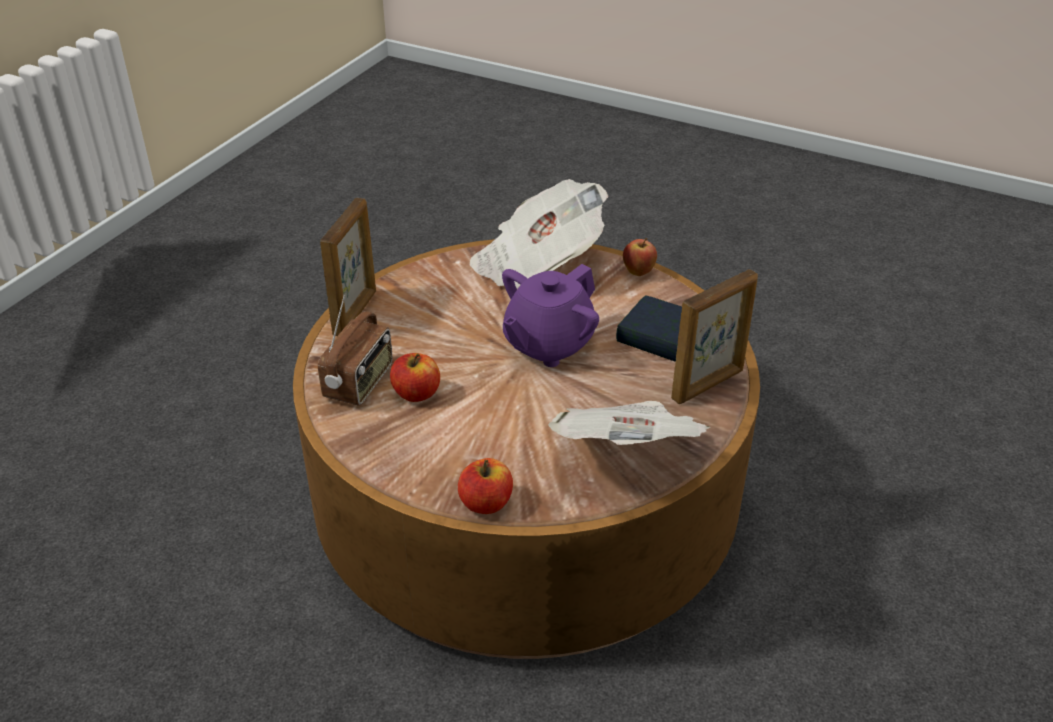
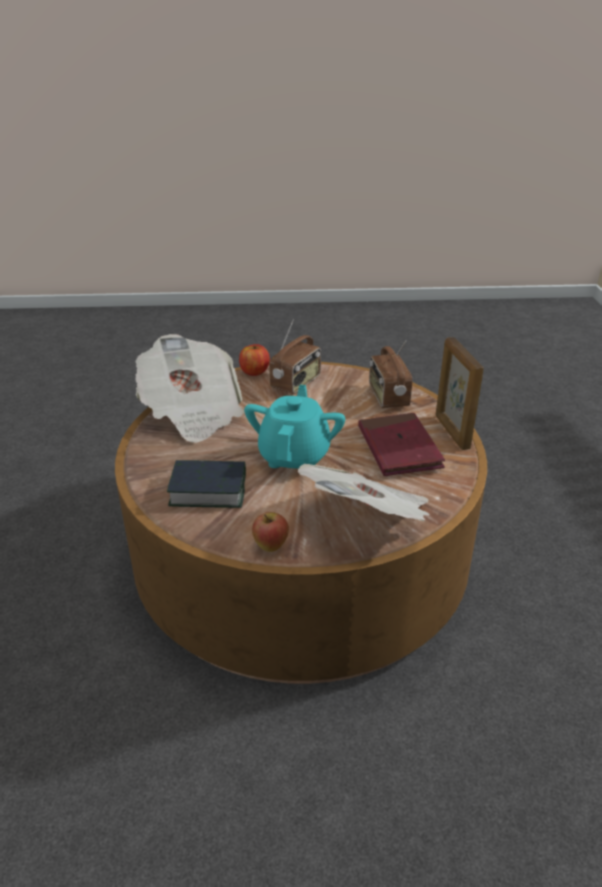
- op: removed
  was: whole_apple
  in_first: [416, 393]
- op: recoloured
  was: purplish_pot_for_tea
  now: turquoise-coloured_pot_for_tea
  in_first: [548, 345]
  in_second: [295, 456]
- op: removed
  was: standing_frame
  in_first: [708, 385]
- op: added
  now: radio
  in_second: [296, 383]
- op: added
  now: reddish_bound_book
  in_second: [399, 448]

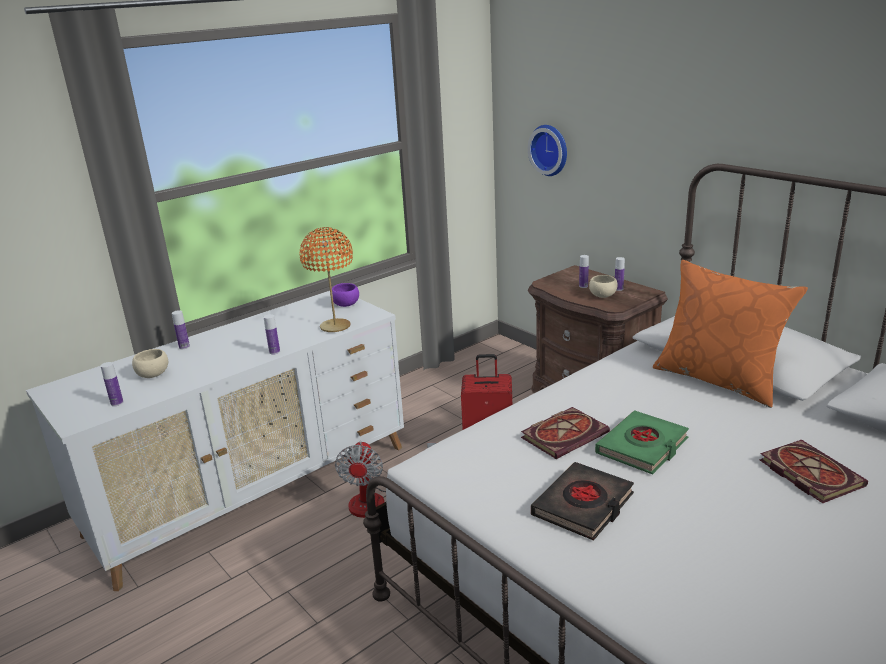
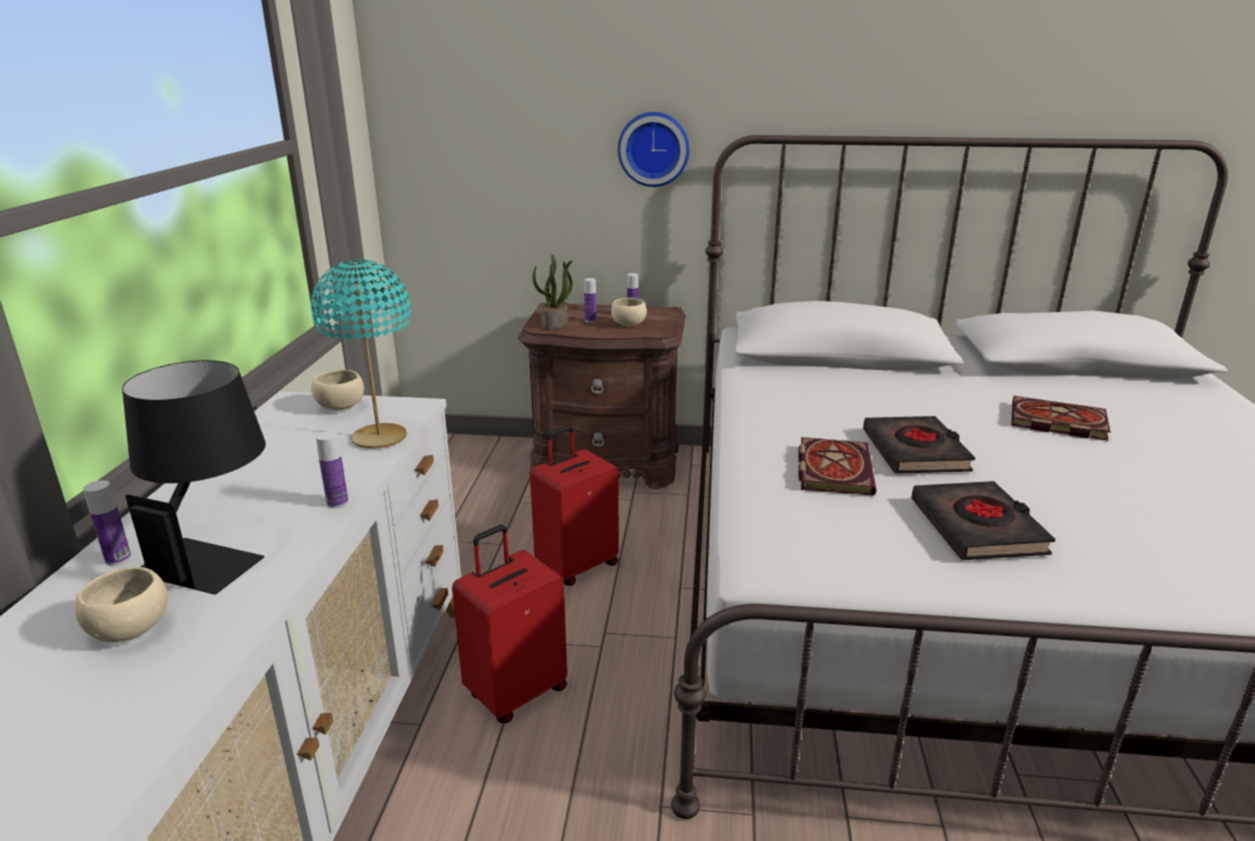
- op: removed
  was: drink_bottle
  in_first: [117, 403]
- op: recoloured
  was: orange_lamp_for_a_table
  now: turquoise-coloured_lamp_for_a_table
  in_first: [334, 326]
  in_second: [378, 438]
- op: recoloured
  was: purplish_bowl
  now: beige-coloured_bowl
  in_first: [345, 305]
  in_second: [340, 407]
- op: replaced
  was: fan
  now: reddish_piece_of_luggage
  in_first: [379, 500]
  in_second: [515, 692]
- op: moved
  was: wall_clock
  in_first: [550, 149]
  in_second: [654, 149]
- op: recoloured
  was: green-coloured_bound_book
  now: blackish_bound_book
  in_first: [642, 447]
  in_second: [915, 452]
- op: removed
  was: orange_pillow
  in_first: [719, 379]
- op: added
  now: blackish_lamp_for_a_table
  in_second: [216, 552]
- op: added
  now: plant_in_a_pot
  in_second: [555, 324]

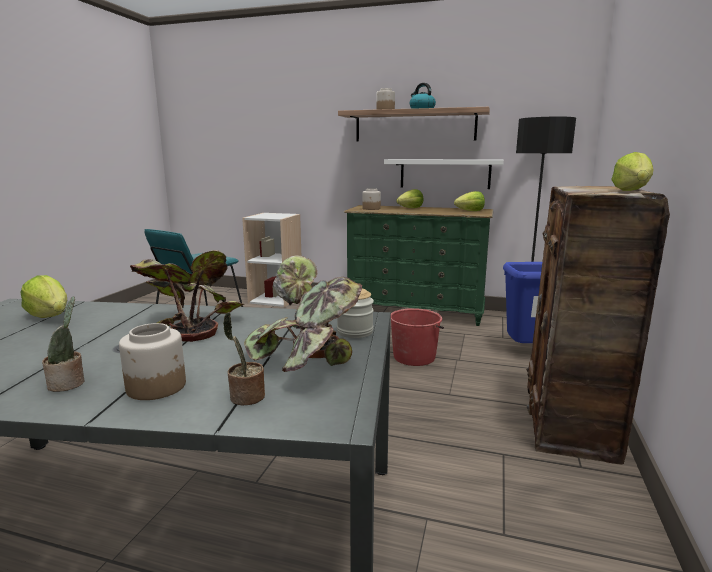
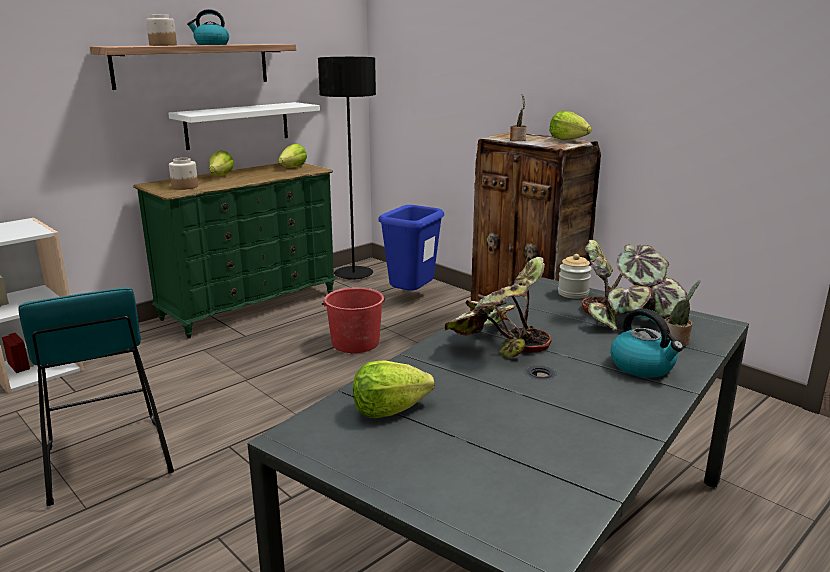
- op: moved
  was: plant_in_a_pot
  in_first: [69, 384]
  in_second: [518, 140]
- op: replaced
  was: preserve_jar
  now: water_kettle
  in_first: [157, 386]
  in_second: [643, 366]

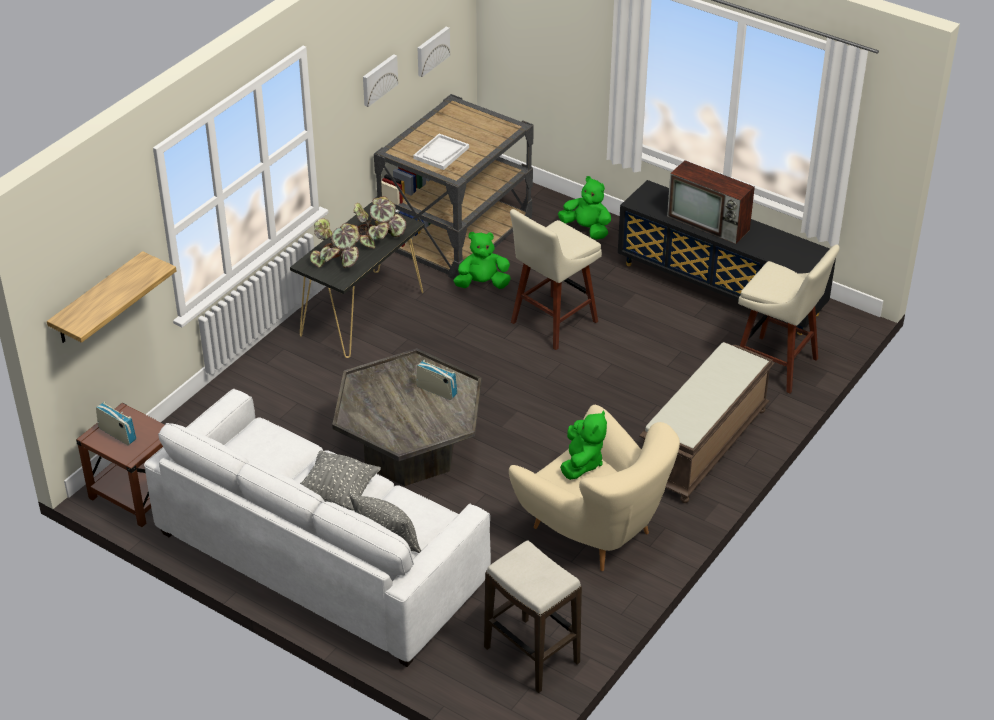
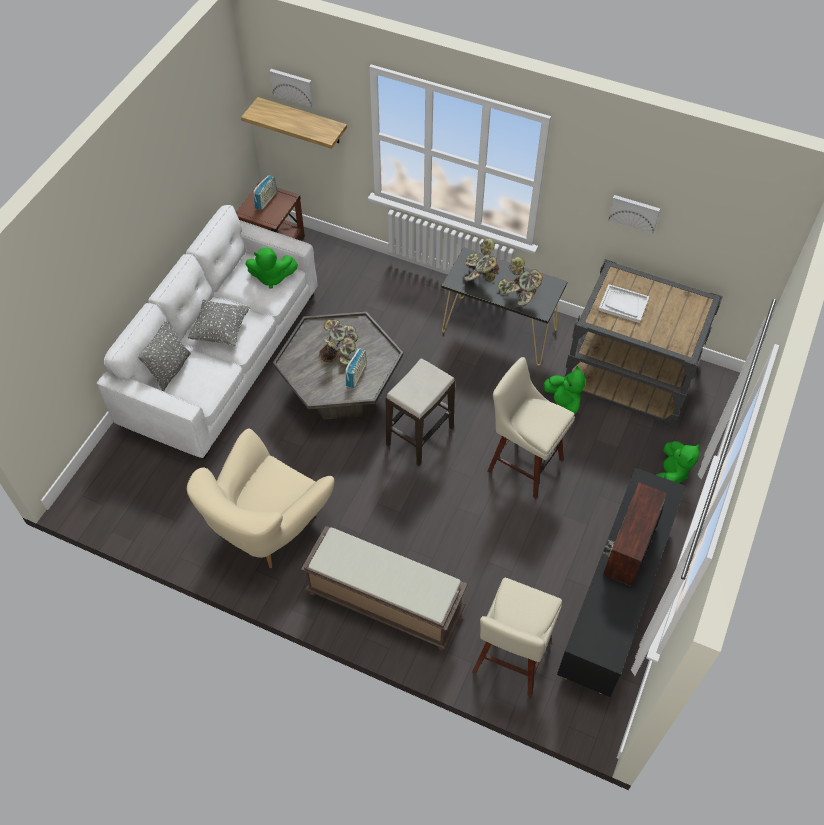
- op: moved
  was: picture
  in_first: [432, 51]
  in_second: [292, 86]
- op: moved
  was: stool_seat
  in_first: [532, 655]
  in_second: [420, 436]
- op: moved
  was: green-coloured_soft_toy
  in_first: [582, 463]
  in_second: [271, 277]
- op: added
  now: plant_in_a_pot
  in_second: [339, 350]

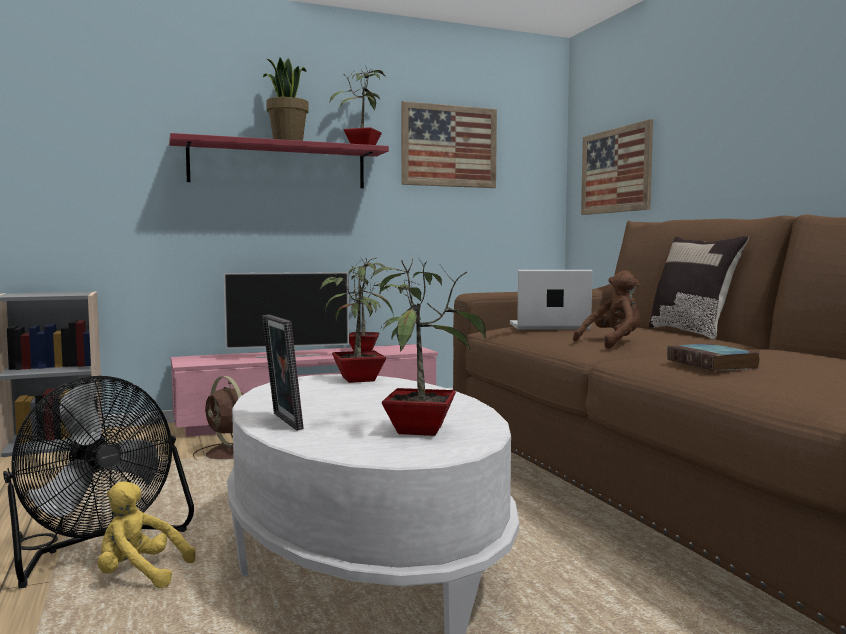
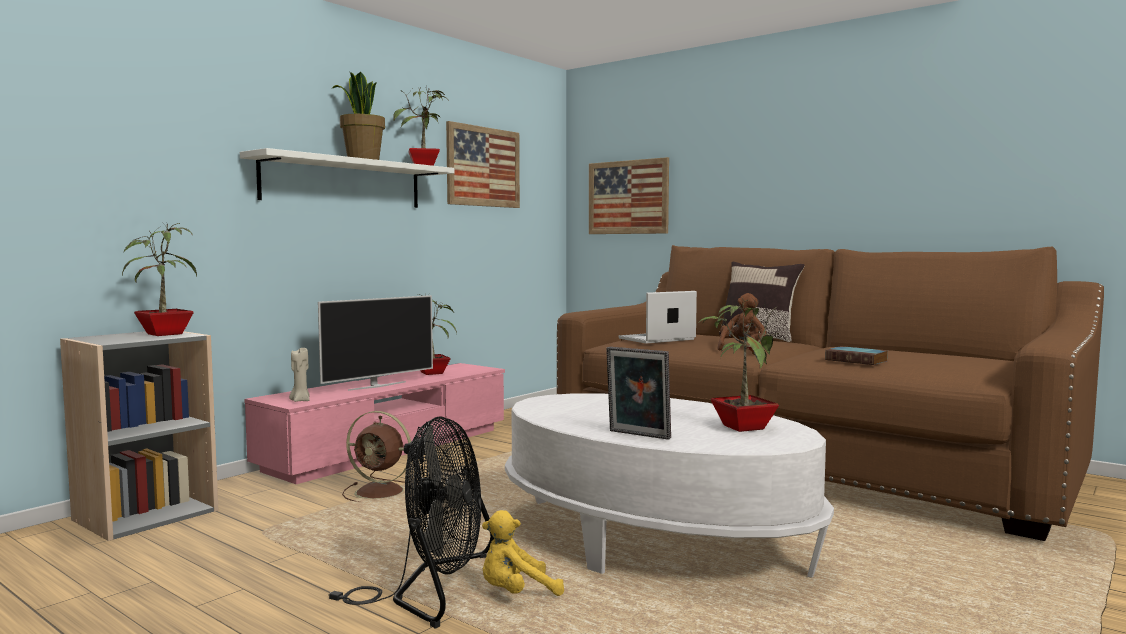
- op: recoloured
  was: reddish_wall_shelf
  now: white_wall_shelf
  in_first: [278, 165]
  in_second: [344, 183]
- op: moved
  was: plant_in_a_pot
  in_first: [356, 380]
  in_second: [162, 334]
- op: added
  now: beige-coloured_candle
  in_second: [300, 400]

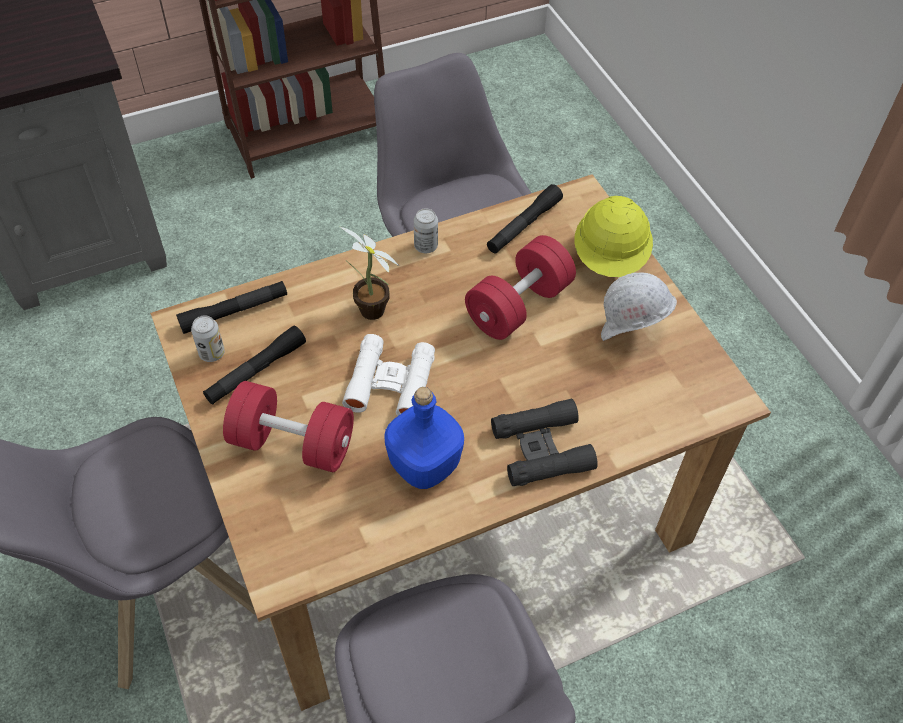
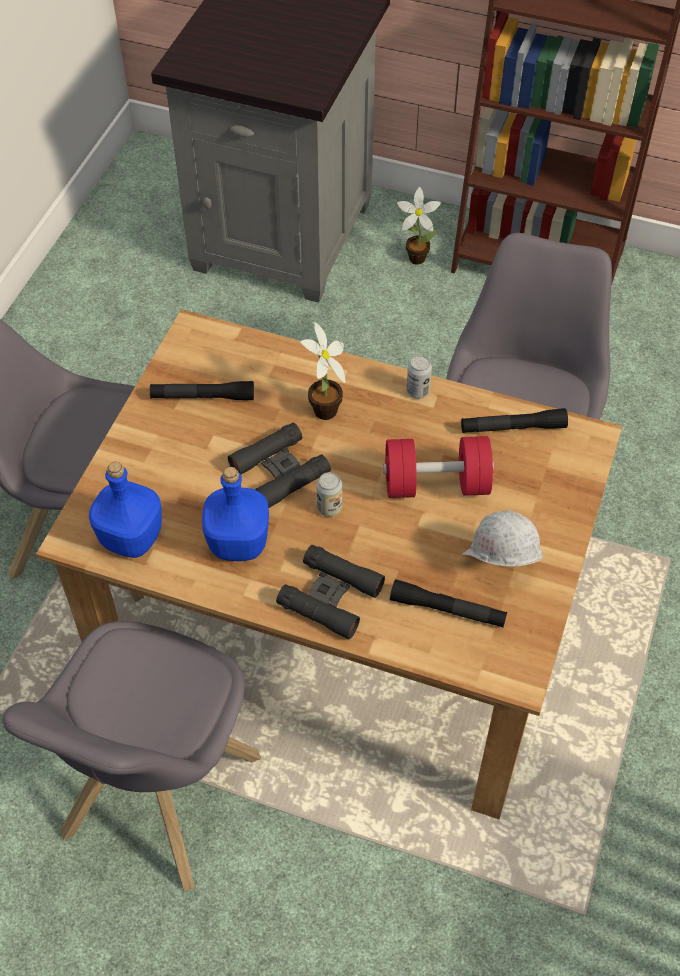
- op: moved
  was: blackish_flashlight
  in_first: [234, 312]
  in_second: [447, 610]
- op: moved
  was: can
  in_first: [212, 353]
  in_second: [329, 508]
- op: removed
  was: reddish_free_weight
  in_first: [292, 443]
- op: recoloured
  was: white_pair_of_binoculars
  now: blackish_pair_of_binoculars
  in_first: [390, 383]
  in_second: [279, 471]
- op: removed
  was: yellow-coloured_safety_helmet
  in_first: [610, 257]
- op: added
  now: blue-coloured_drink_bottle
  in_second: [133, 538]
- op: added
  now: plant_in_a_pot
  in_second: [414, 257]

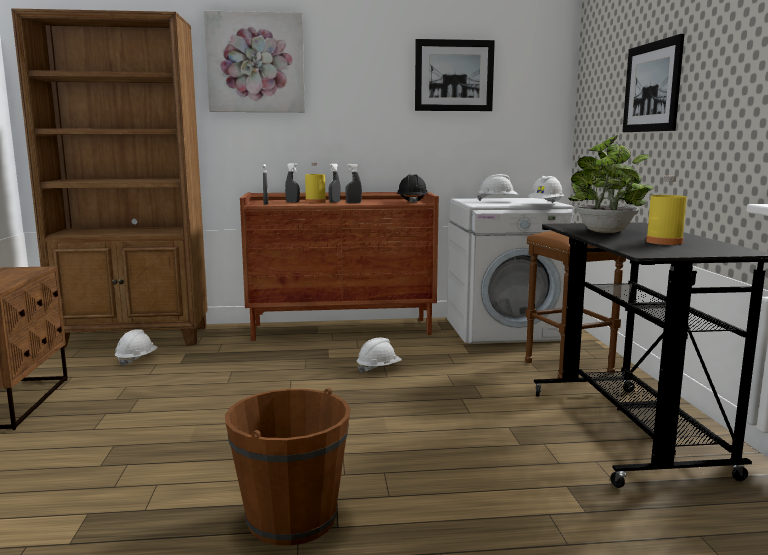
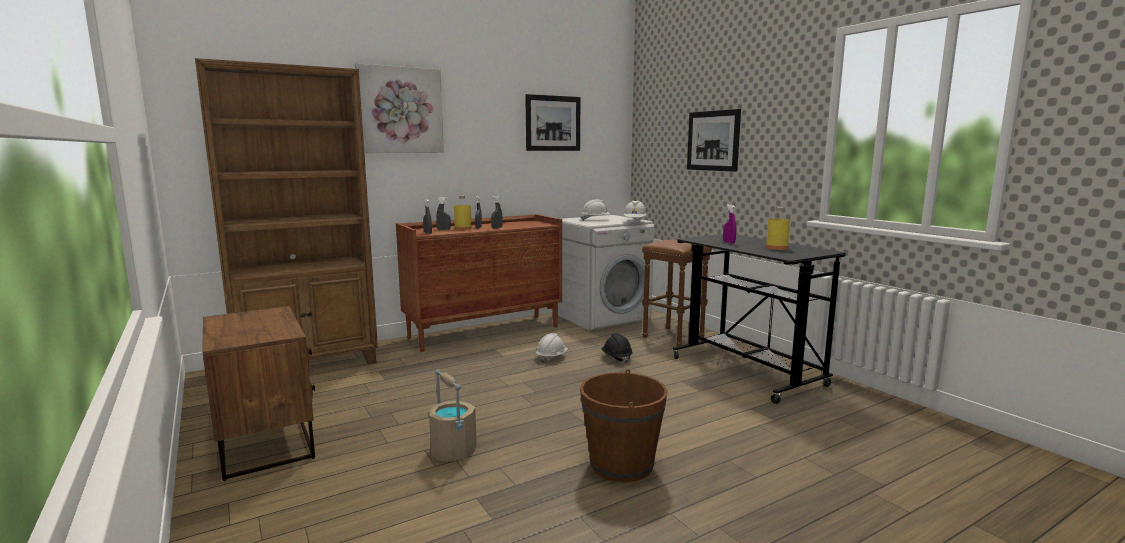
- op: removed
  was: white_safety_helmet
  in_first: [136, 359]
- op: moved
  was: blackish_safety_helmet
  in_first: [412, 202]
  in_second: [616, 358]
- op: replaced
  was: plant_in_a_pot
  now: purplish_hand_sprayer
  in_first: [605, 231]
  in_second: [728, 242]
- op: added
  now: beige-coloured_pail
  in_second: [452, 451]

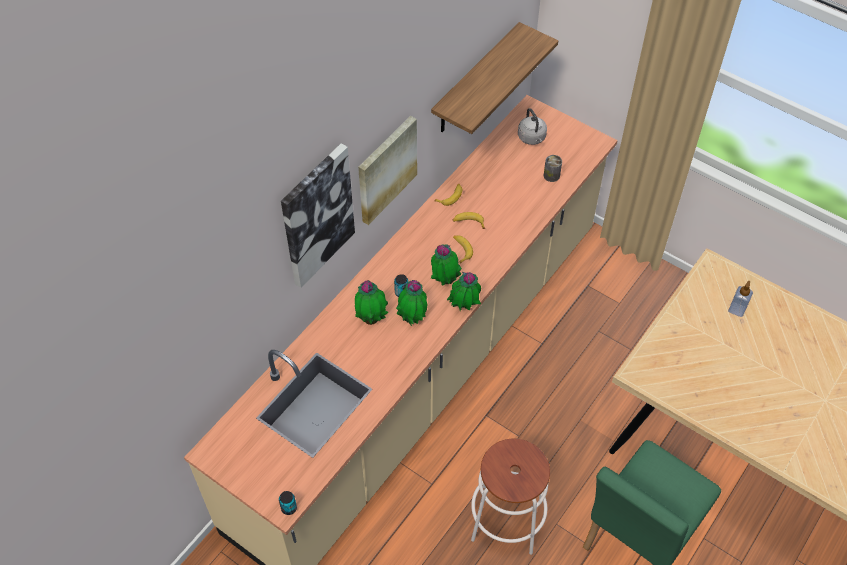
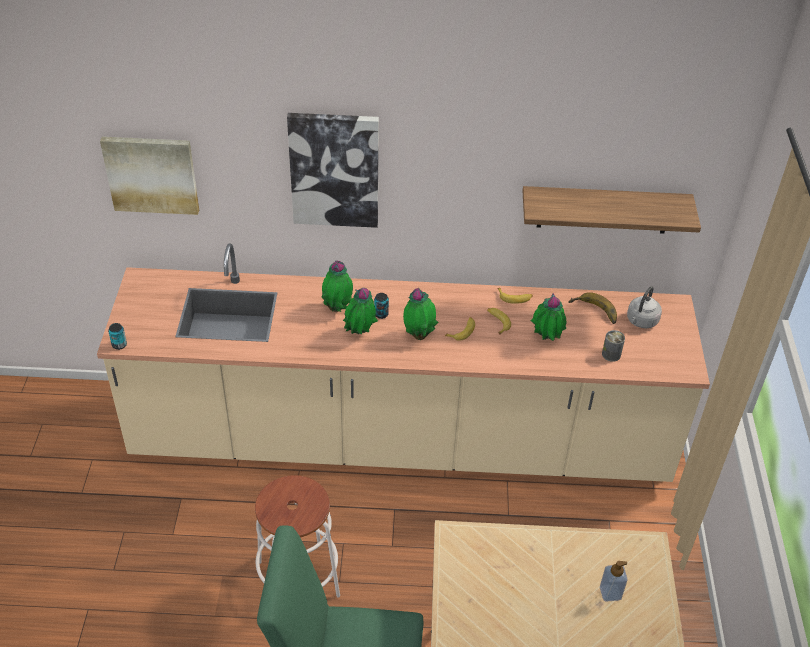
- op: moved
  was: picture
  in_first: [386, 169]
  in_second: [152, 174]
- op: moved
  was: plant_in_a_pot
  in_first: [464, 307]
  in_second: [545, 339]
- op: added
  now: banana_fruit
  in_second: [593, 312]

